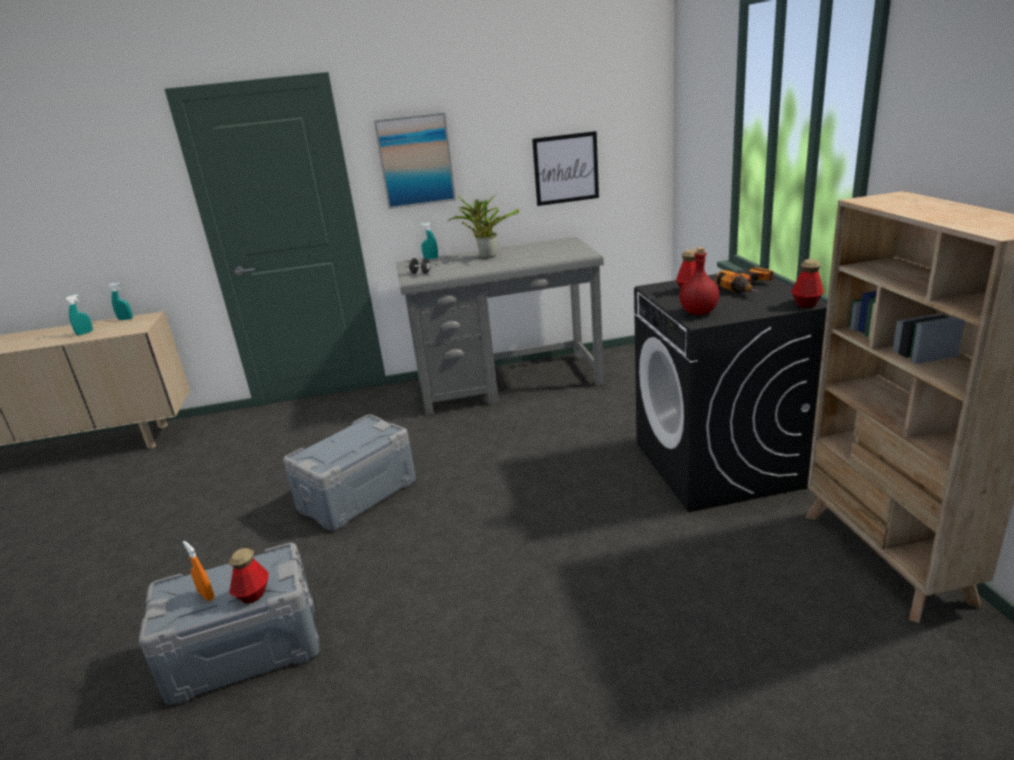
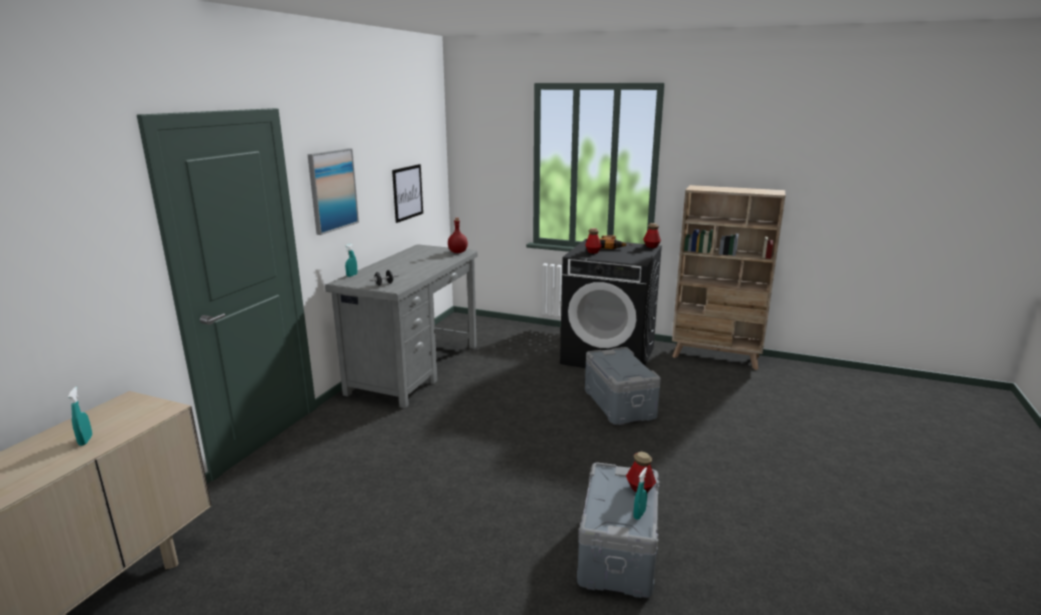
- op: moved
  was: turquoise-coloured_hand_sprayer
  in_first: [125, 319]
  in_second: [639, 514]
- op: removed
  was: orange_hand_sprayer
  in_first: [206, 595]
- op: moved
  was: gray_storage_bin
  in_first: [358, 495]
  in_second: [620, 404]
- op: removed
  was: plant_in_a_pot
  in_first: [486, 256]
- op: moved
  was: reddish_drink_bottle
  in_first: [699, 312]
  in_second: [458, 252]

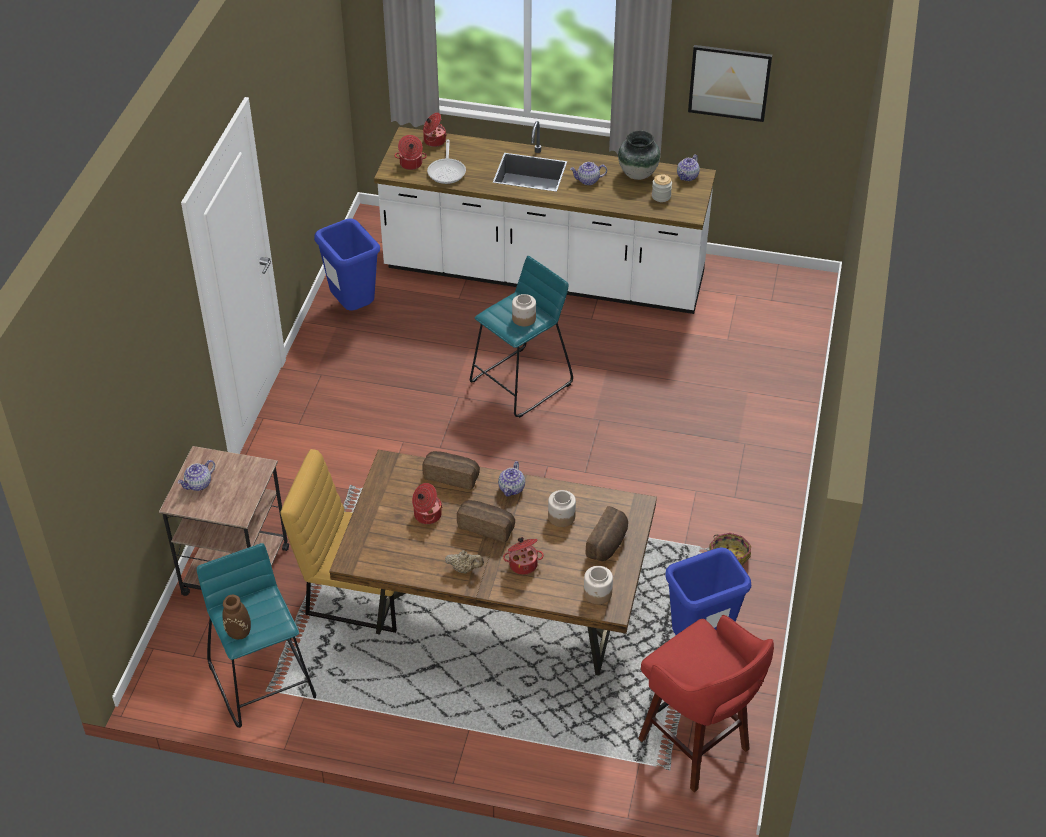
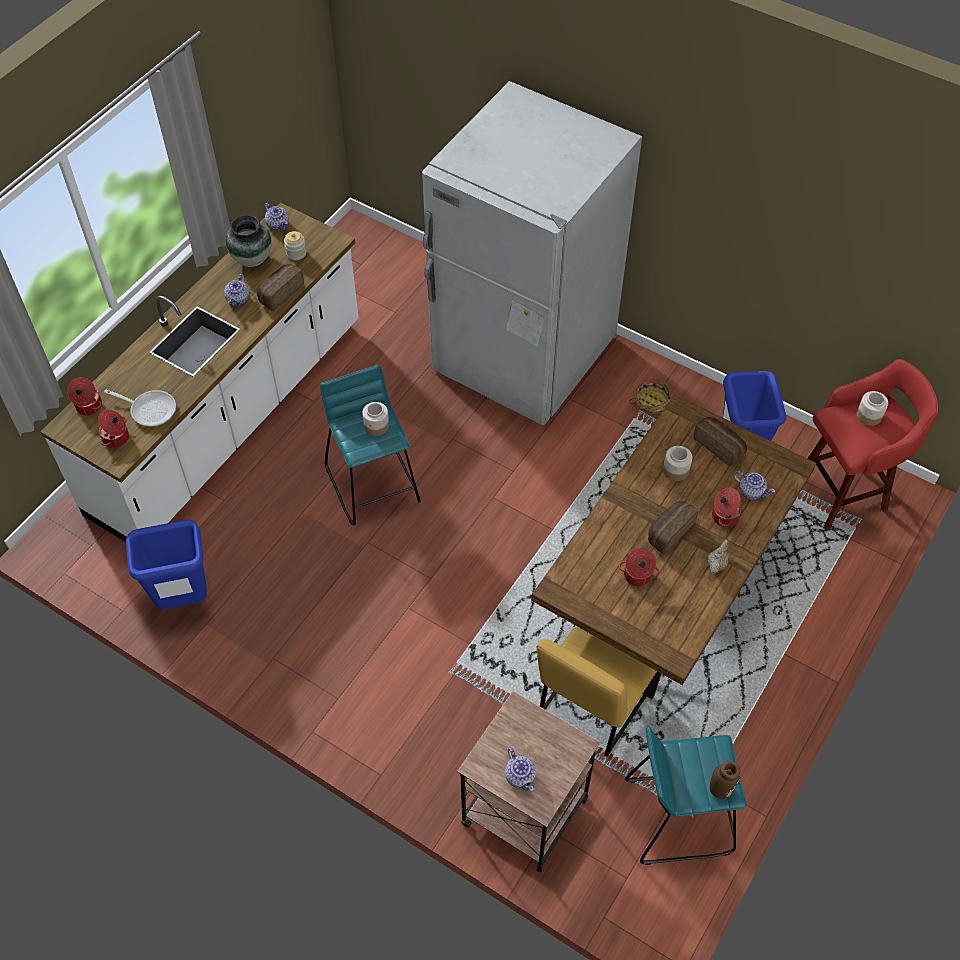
- op: moved
  was: baked_bread
  in_first: [452, 476]
  in_second: [279, 293]
- op: moved
  was: pot_for_tea
  in_first: [512, 488]
  in_second: [751, 491]
- op: moved
  was: preserve_jar
  in_first: [598, 593]
  in_second: [869, 415]
- op: removed
  was: picture
  in_first: [729, 82]
- op: added
  now: white_refrigerator
  in_second: [524, 354]

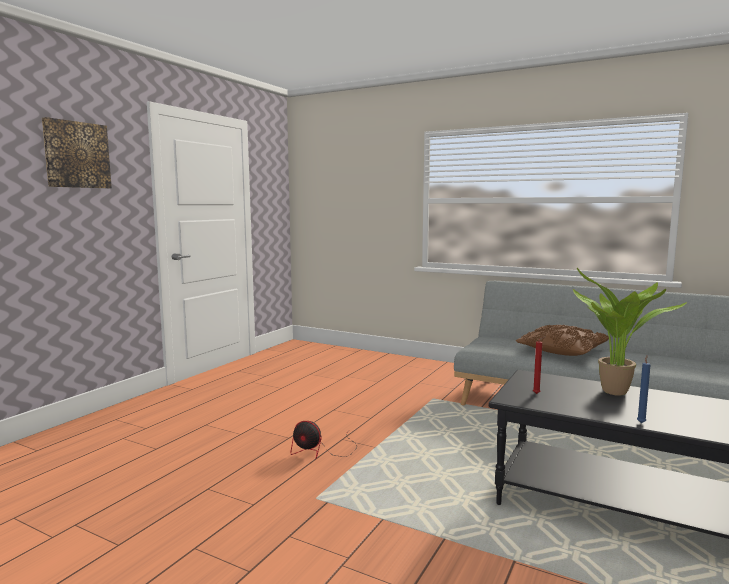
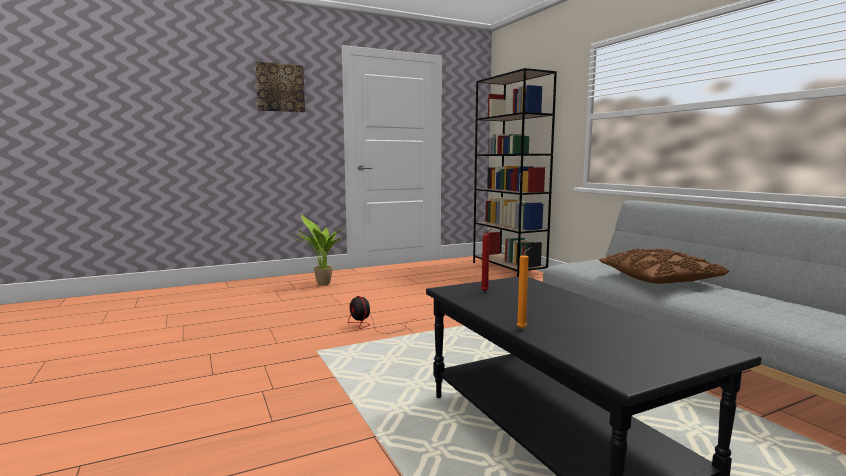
- op: moved
  was: plant_in_a_pot
  in_first: [615, 394]
  in_second: [321, 284]
- op: recoloured
  was: blue-coloured_candle
  now: orange_candle
  in_first: [641, 422]
  in_second: [523, 328]
- op: added
  now: beige-coloured_bookshelf
  in_second: [509, 268]

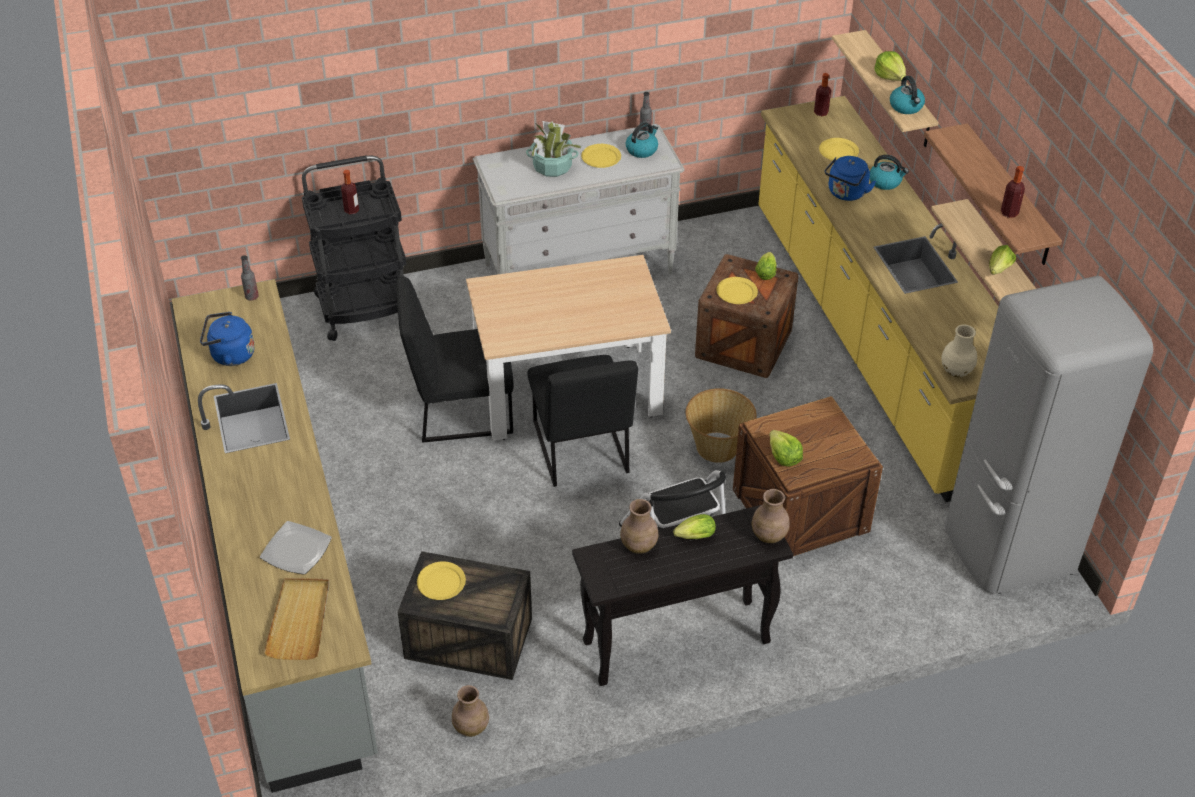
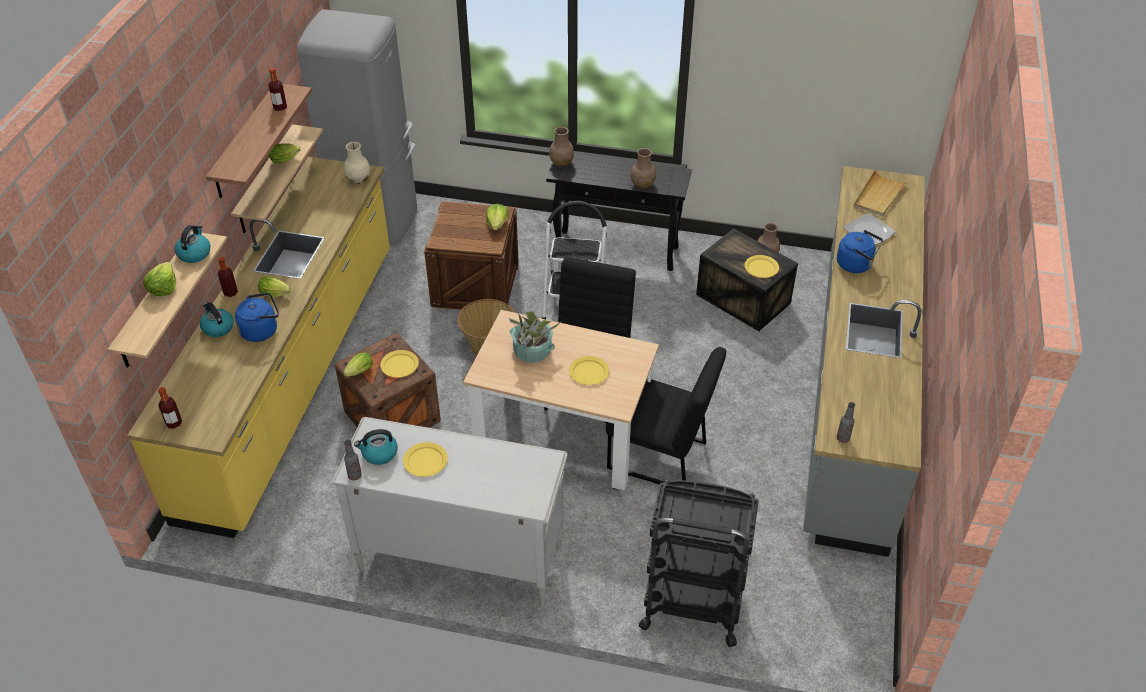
- op: moved
  was: blue-coloured_water_kettle
  in_first: [230, 355]
  in_second: [856, 265]
- op: moved
  was: drink_bottle
  in_first: [351, 210]
  in_second: [230, 293]
- op: moved
  was: plant_in_a_pot
  in_first: [552, 167]
  in_second: [532, 351]
- op: moved
  was: lettuce_head
  in_first: [693, 537]
  in_second: [276, 294]
- op: moved
  was: yellow-coloured_dinner_plate
  in_first: [838, 152]
  in_second: [589, 372]

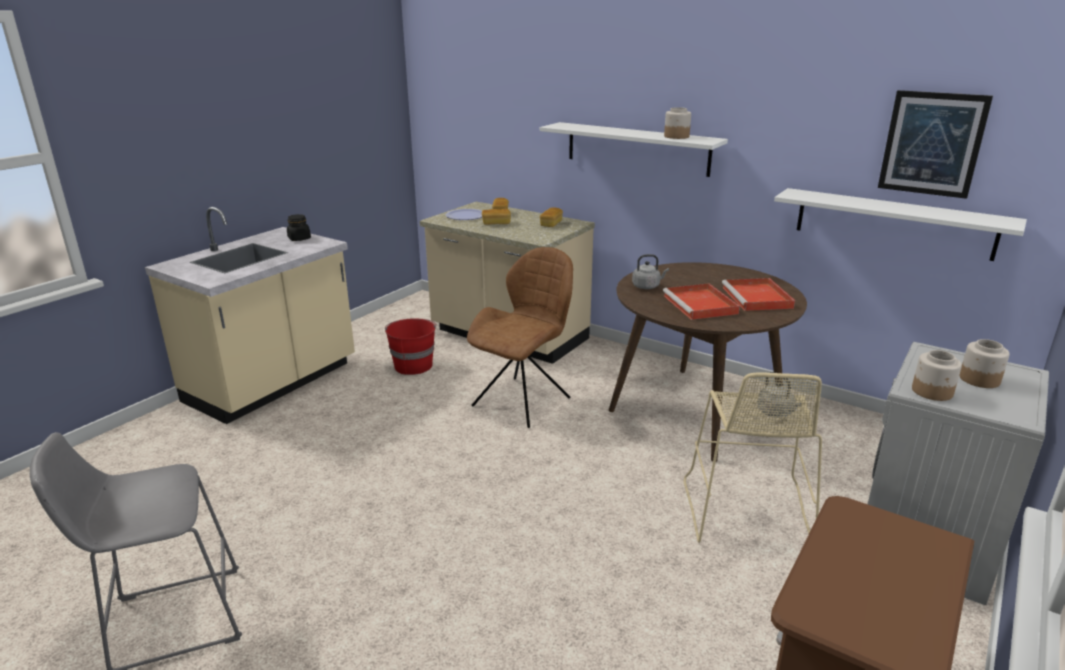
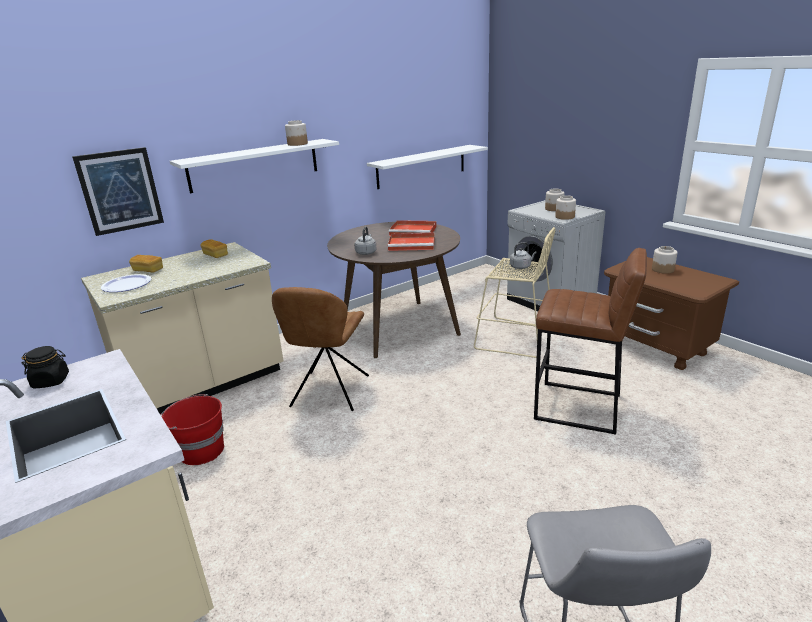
- op: turned
  was: brown-coloured_chair
  in_first: [524, 400]
  in_second: [329, 393]
  clockwise: -135
- op: removed
  was: baked_bread
  in_first: [496, 223]
- op: moved
  was: picture
  in_first: [932, 143]
  in_second: [120, 191]
- op: added
  now: brown-coloured_stool_seat
  in_second: [579, 407]
- op: added
  now: preserve_jar
  in_second: [662, 269]

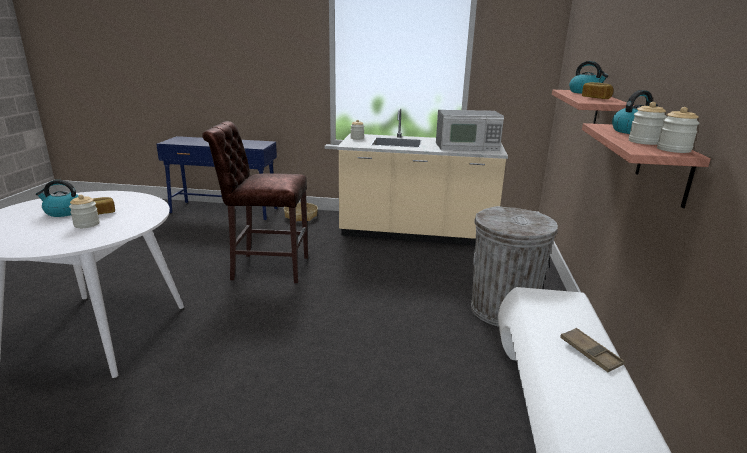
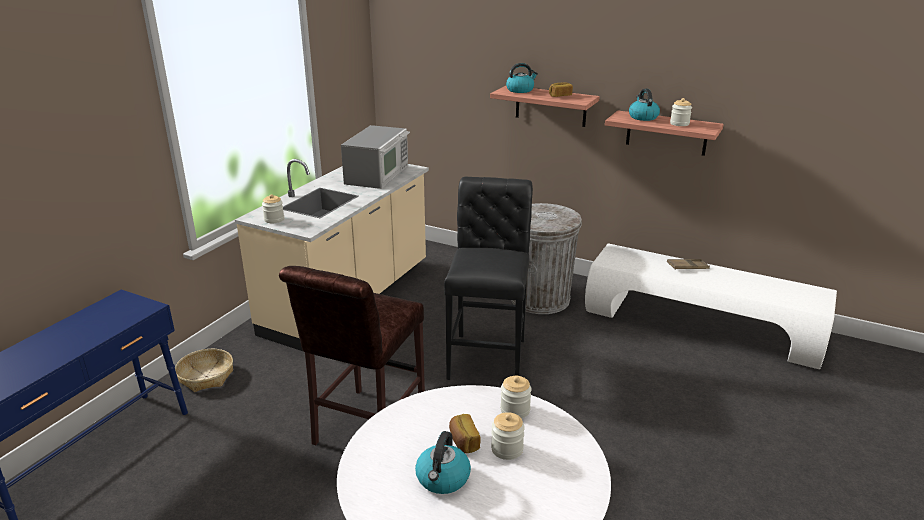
- op: moved
  was: preserve_jar
  in_first: [673, 149]
  in_second: [515, 410]
- op: added
  now: blackish_stool_seat
  in_second: [489, 355]

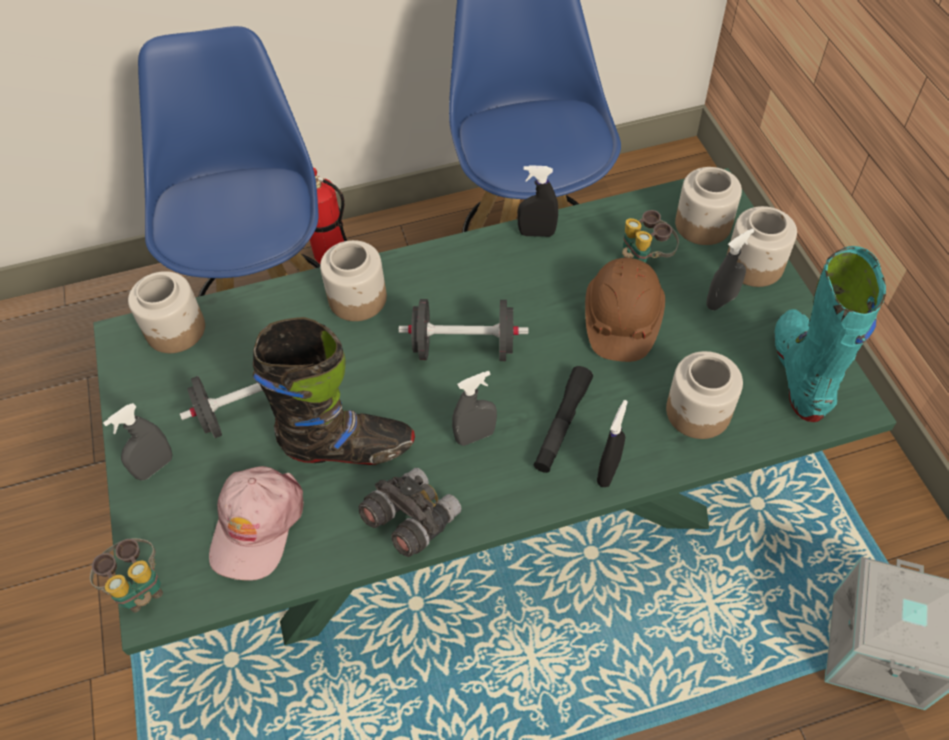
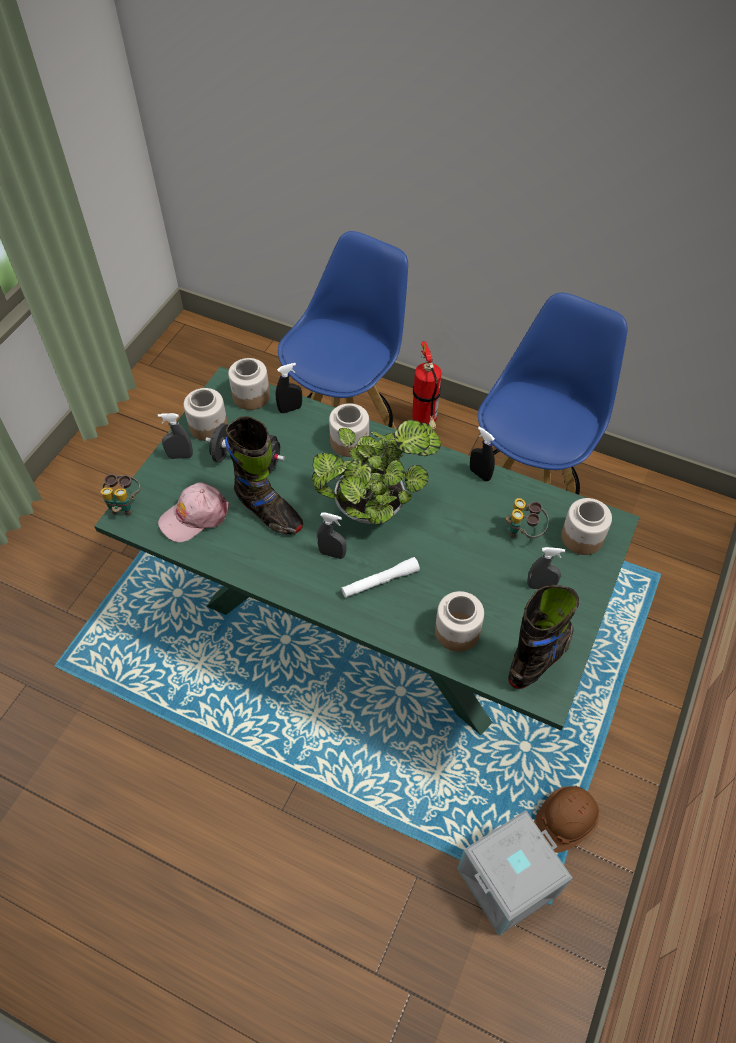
- op: removed
  was: gray_pair_of_binoculars
  in_first: [411, 519]
- op: replaced
  was: blackish_free_weight
  now: plant_in_a_pot
  in_first: [464, 348]
  in_second: [374, 506]
- op: recoloured
  was: blackish_flashlight
  now: white_flashlight
  in_first: [562, 424]
  in_second: [380, 581]
- op: moved
  was: brown-coloured_safety_helmet
  in_first: [621, 321]
  in_second: [564, 821]
- op: moved
  was: blackish_hand_sprayer
  in_first: [608, 471]
  in_second: [290, 409]
- op: moved
  was: preserve_jar
  in_first: [754, 265]
  in_second: [209, 426]
- op: recoloured
  was: turquoise-coloured_tall_boot
  now: blackish_tall_boot
  in_first: [800, 372]
  in_second: [539, 658]

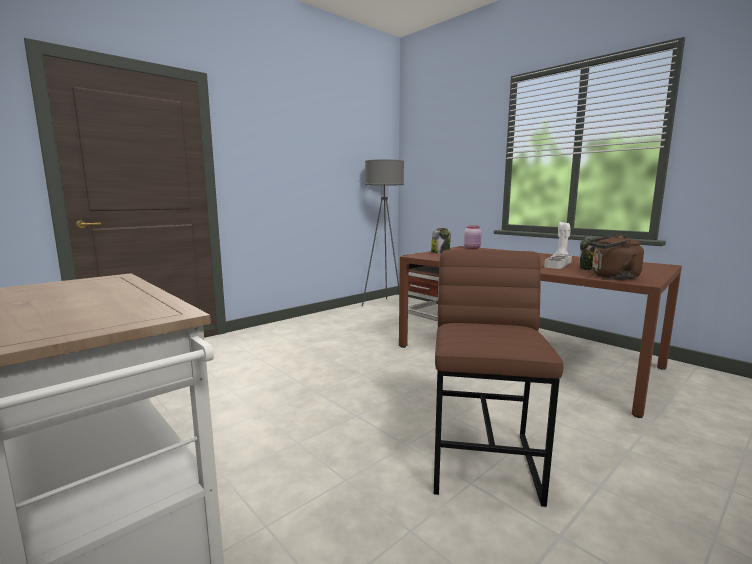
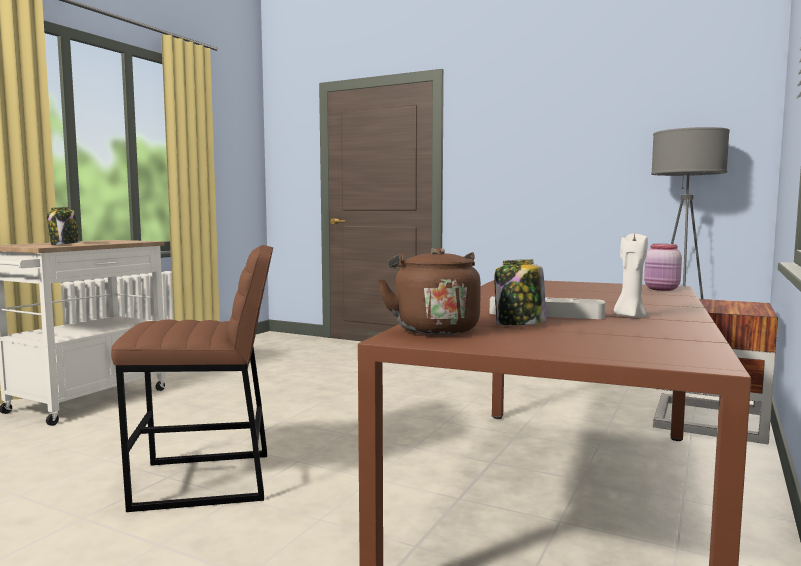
- op: moved
  was: preserve_jar
  in_first: [440, 253]
  in_second: [64, 244]

